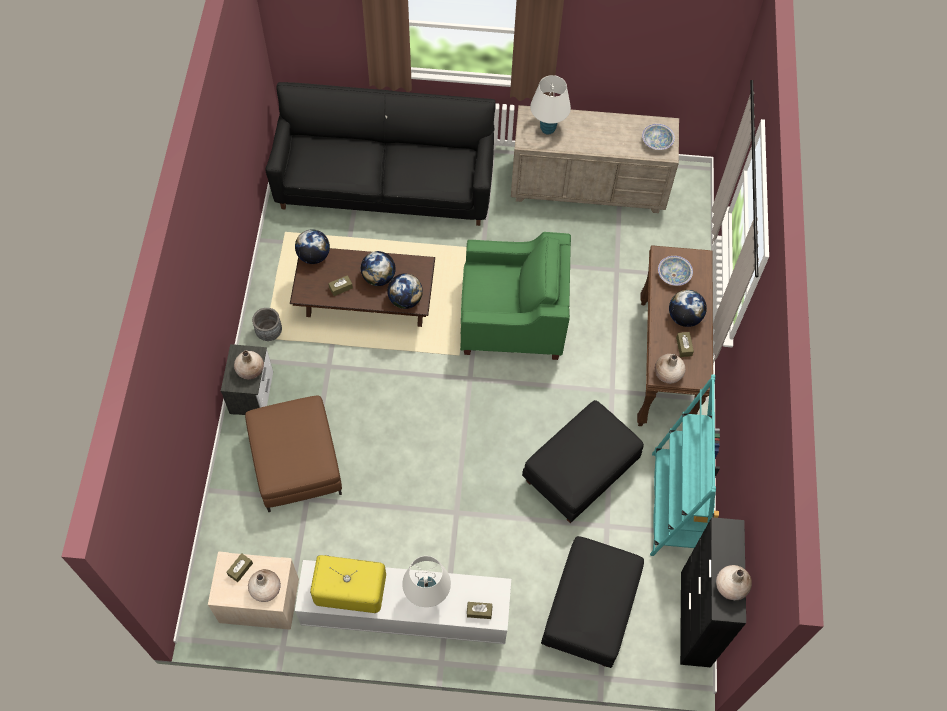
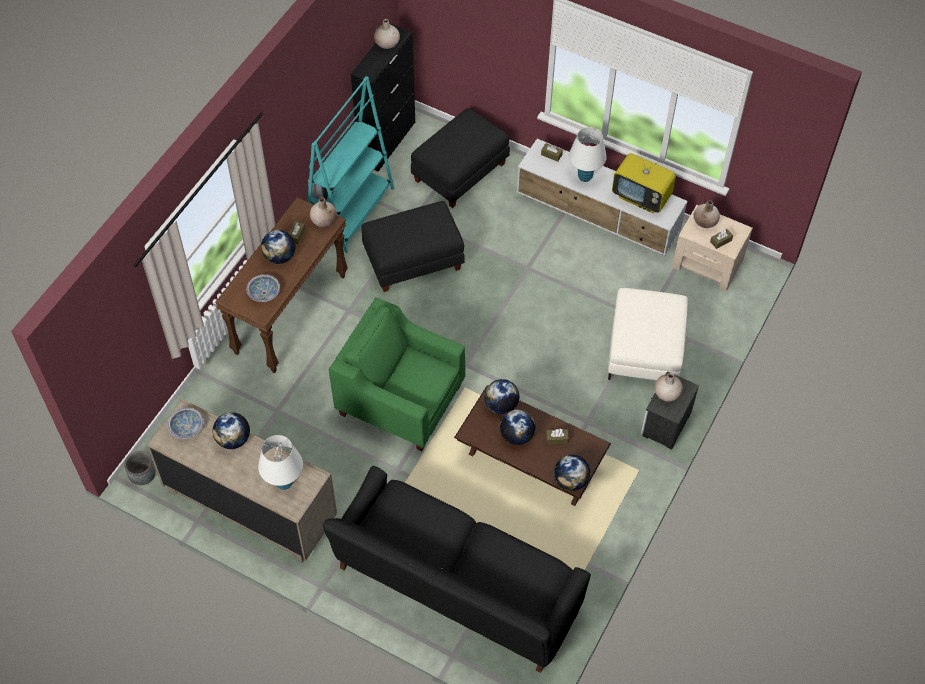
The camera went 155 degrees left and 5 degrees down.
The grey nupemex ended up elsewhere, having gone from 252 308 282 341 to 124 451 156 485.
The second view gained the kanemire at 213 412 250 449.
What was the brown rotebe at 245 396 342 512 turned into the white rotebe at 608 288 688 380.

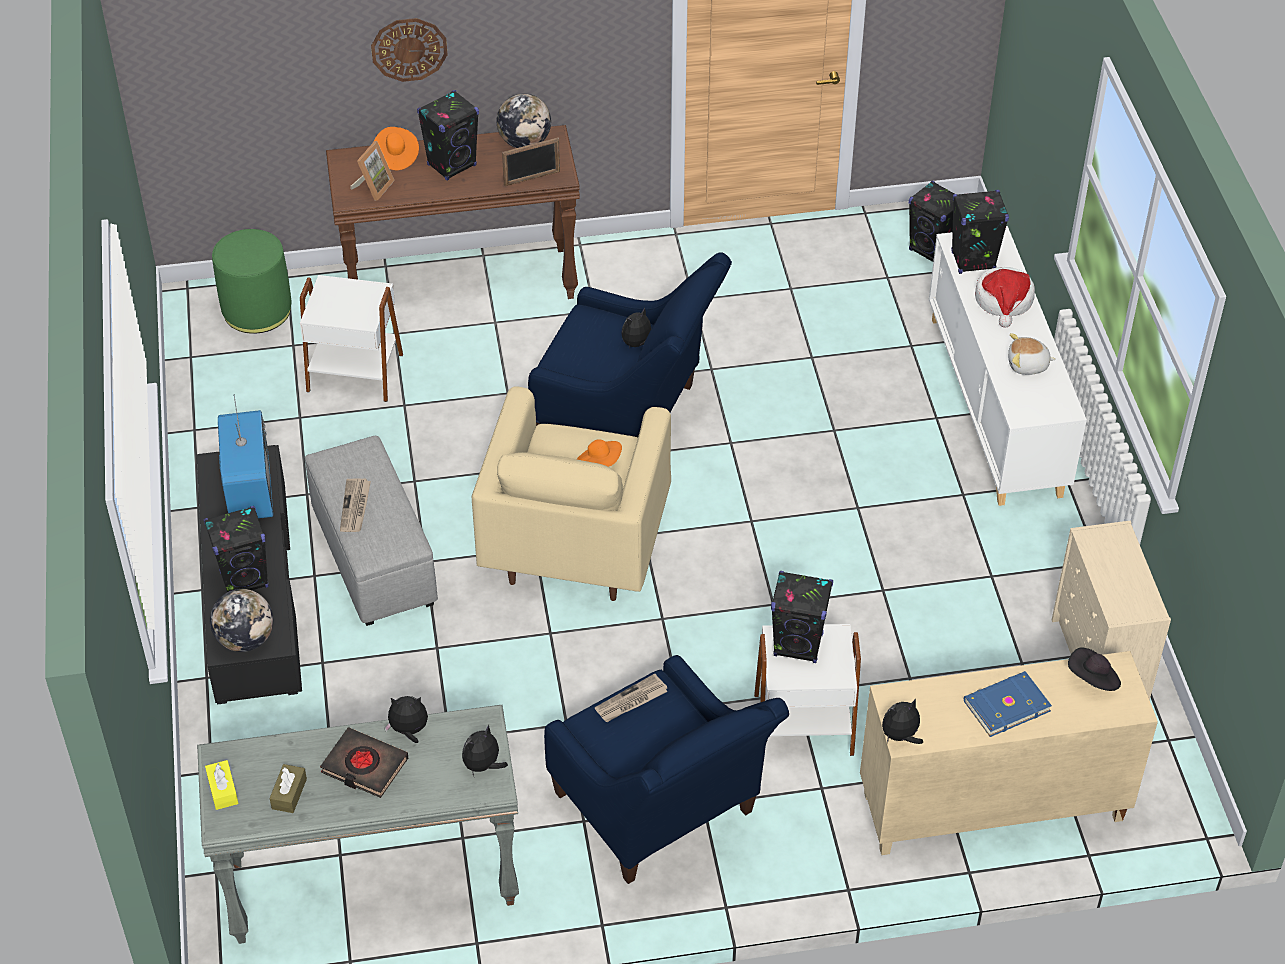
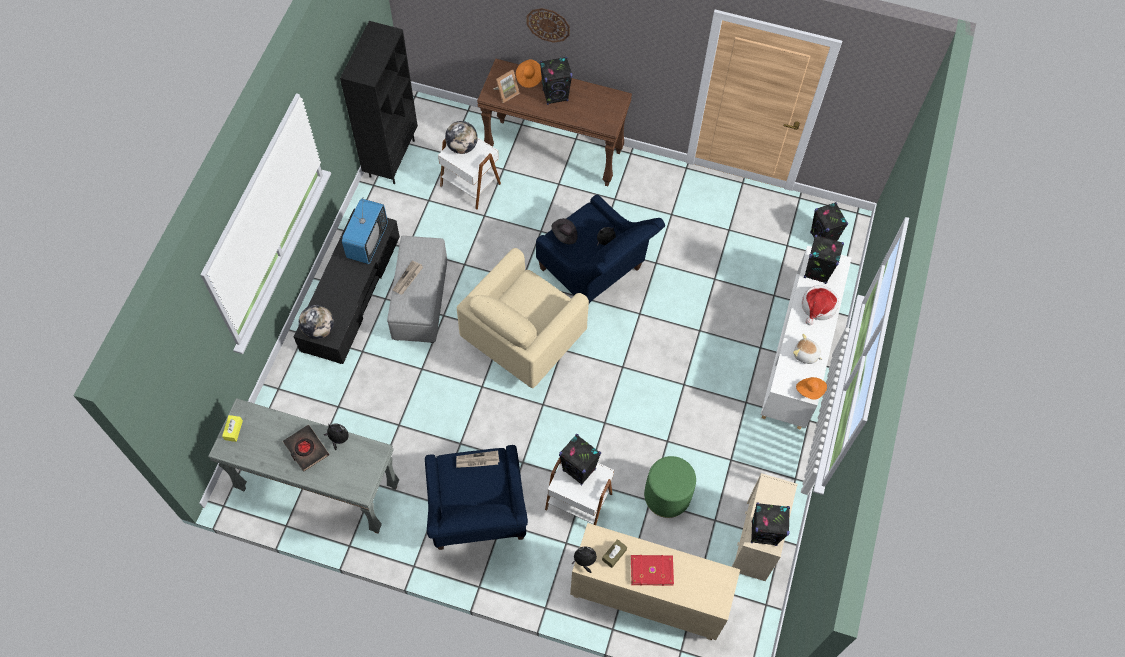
The camera went 25 degrees right and 15 degrees up.
The second view gained the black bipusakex at 340 21 418 184.
The kanemire ended up elsewhere, having gone from 497 93 551 148 to 445 121 478 154.
The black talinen ended up elsewhere, having gone from 1068 648 1121 691 to 552 218 578 244.
The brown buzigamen ended up elsewhere, having gone from 269 764 307 813 to 602 539 627 568.
What was the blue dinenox at 964 671 1052 737 turned into the red dinenox at 631 555 674 586.
The green rotebe ended up elsewhere, having gone from 212 229 291 334 to 644 456 696 518.
The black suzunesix ended up elsewhere, having gone from 204 506 269 592 to 751 502 790 546.
The orange talinen ended up elsewhere, having gone from 577 439 622 467 to 796 377 827 400.
The second view lost the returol at 462 724 508 776.
The second view lost the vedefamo at 502 138 560 186.

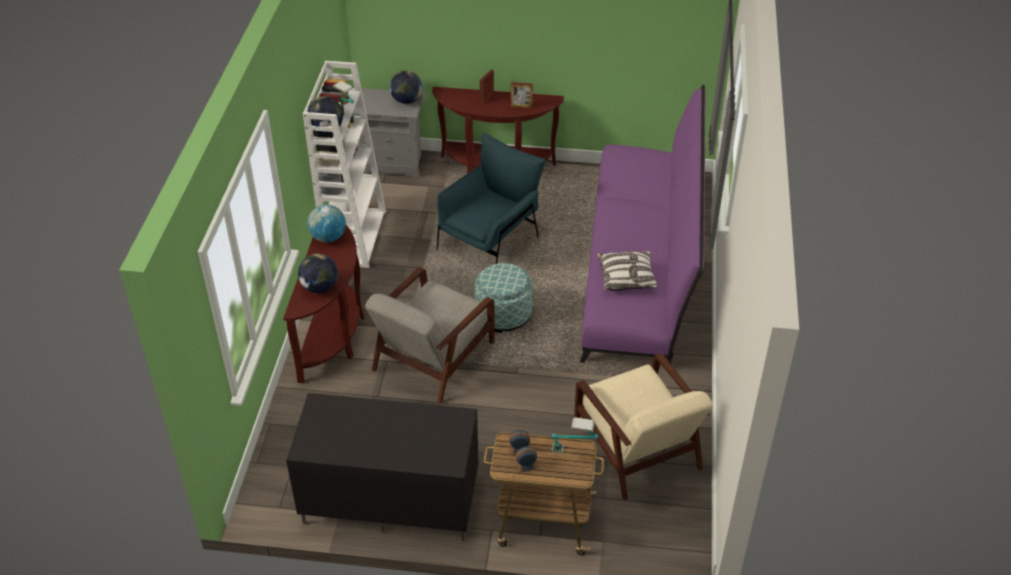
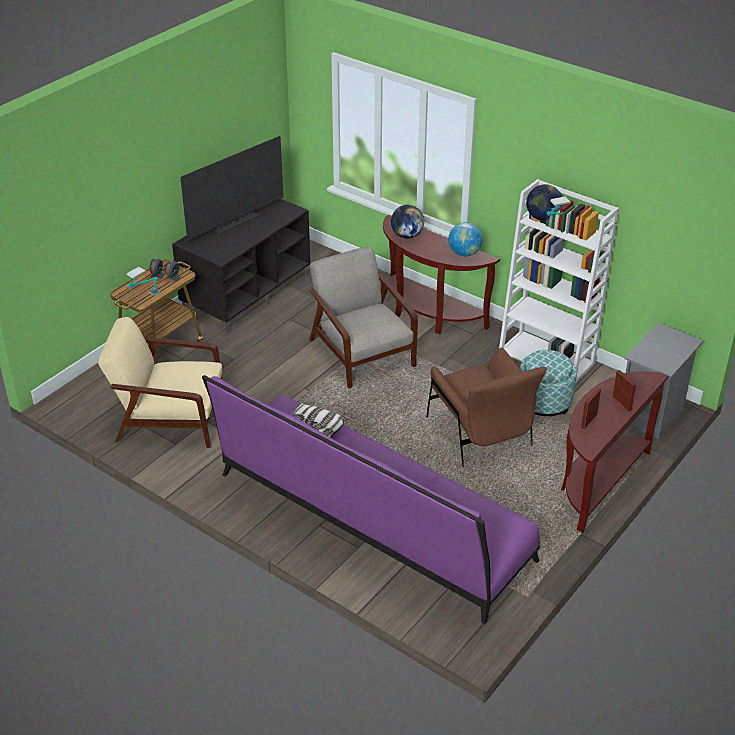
The camera went 120 degrees right and 5 degrees down.
The second view gained the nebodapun at 180 136 283 240.
What was the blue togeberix at 437 133 546 264 turned into the brown togeberix at 426 348 547 467.
The rotebe ended up elsewhere, having gone from 475 263 533 333 to 520 350 577 416.
The second view lost the kanemire at 390 71 423 104.

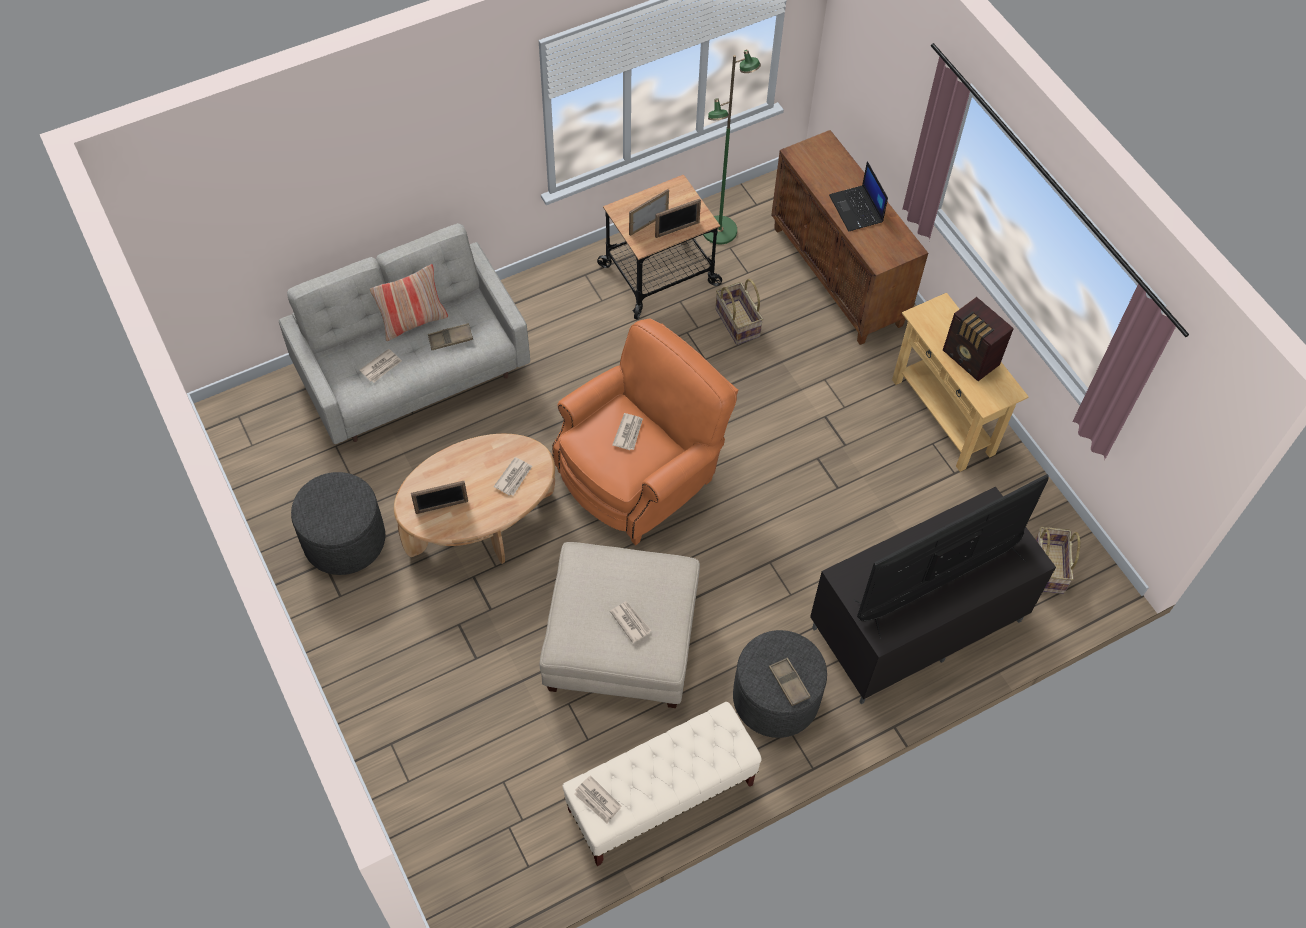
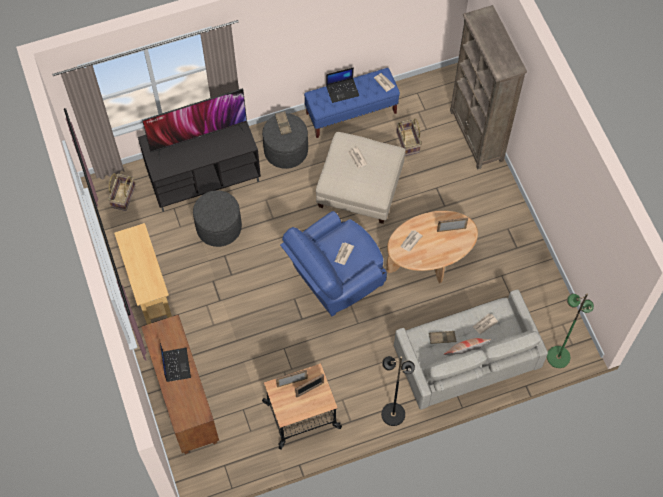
The camera went 170 degrees left and 5 degrees up.
The grey rotebe ended up elsewhere, having gone from 291 472 385 575 to 193 190 242 247.
What was the orange togeberix at 552 319 738 545 turned into the blue togeberix at 280 211 387 317.
What was the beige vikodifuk at 562 702 761 866 turned into the blue vikodifuk at 304 68 400 138.
The second view gained the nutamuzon at 326 67 359 103.
The second view gained the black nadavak at 381 356 415 426.
The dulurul ended up elsewhere, having gone from 715 279 763 345 to 396 118 421 156.
The second view gained the brown bipusakex at 450 5 527 170.
The green nadavak ended up elsewhere, having gone from 703 49 761 244 to 547 293 594 368.
The second view lost the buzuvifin at 943 297 1014 381.

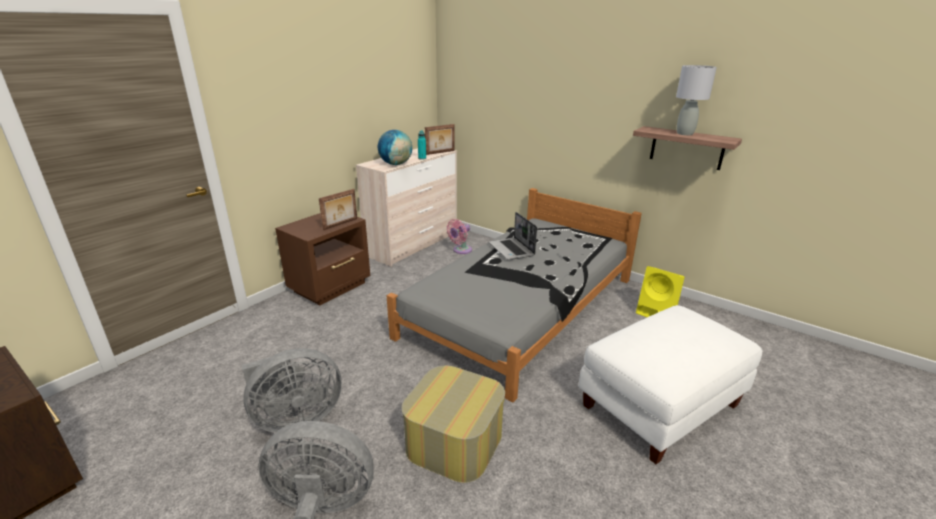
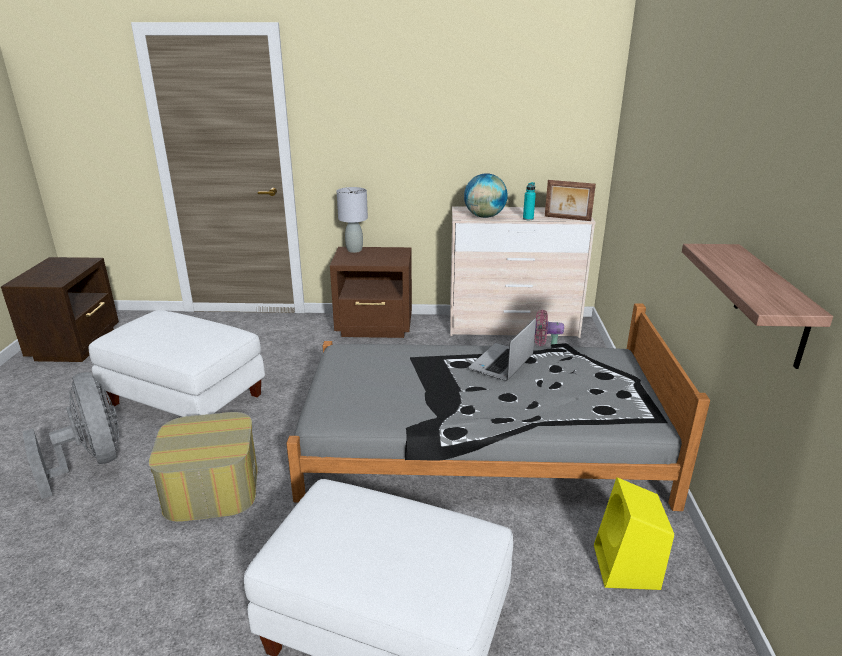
The camera went 55 degrees right and 0 degrees up.
Where the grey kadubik stood at 242 348 342 433, the white rotebe came to stand at 89 310 265 417.
The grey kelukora ended up elsewhere, having gone from 676 65 717 135 to 337 187 368 253.
The second view lost the vedefamo at 319 189 357 230.

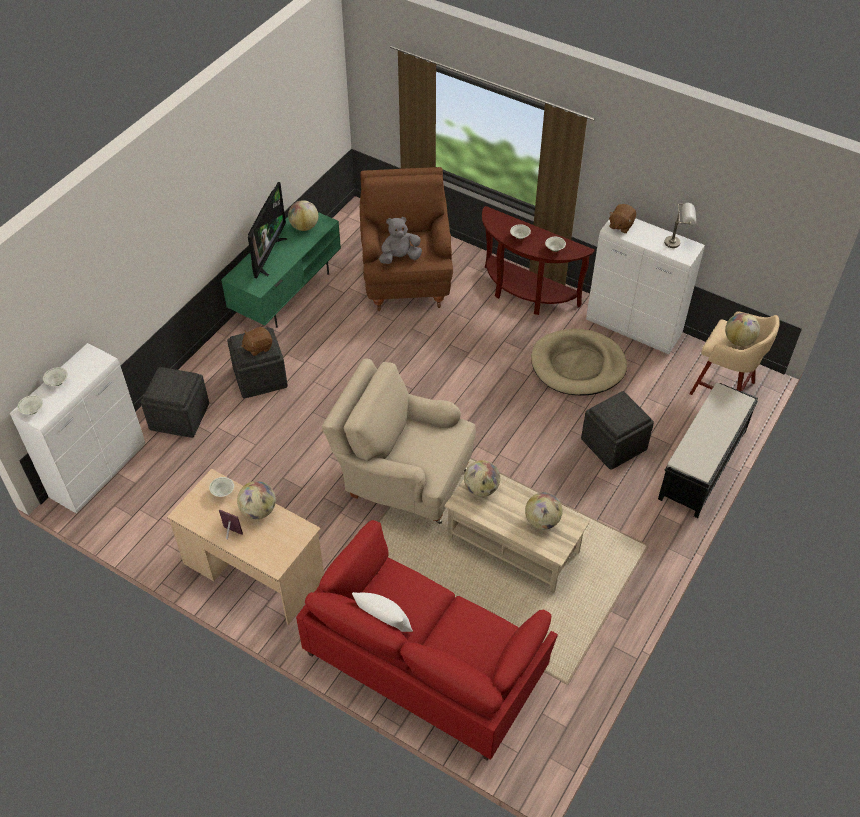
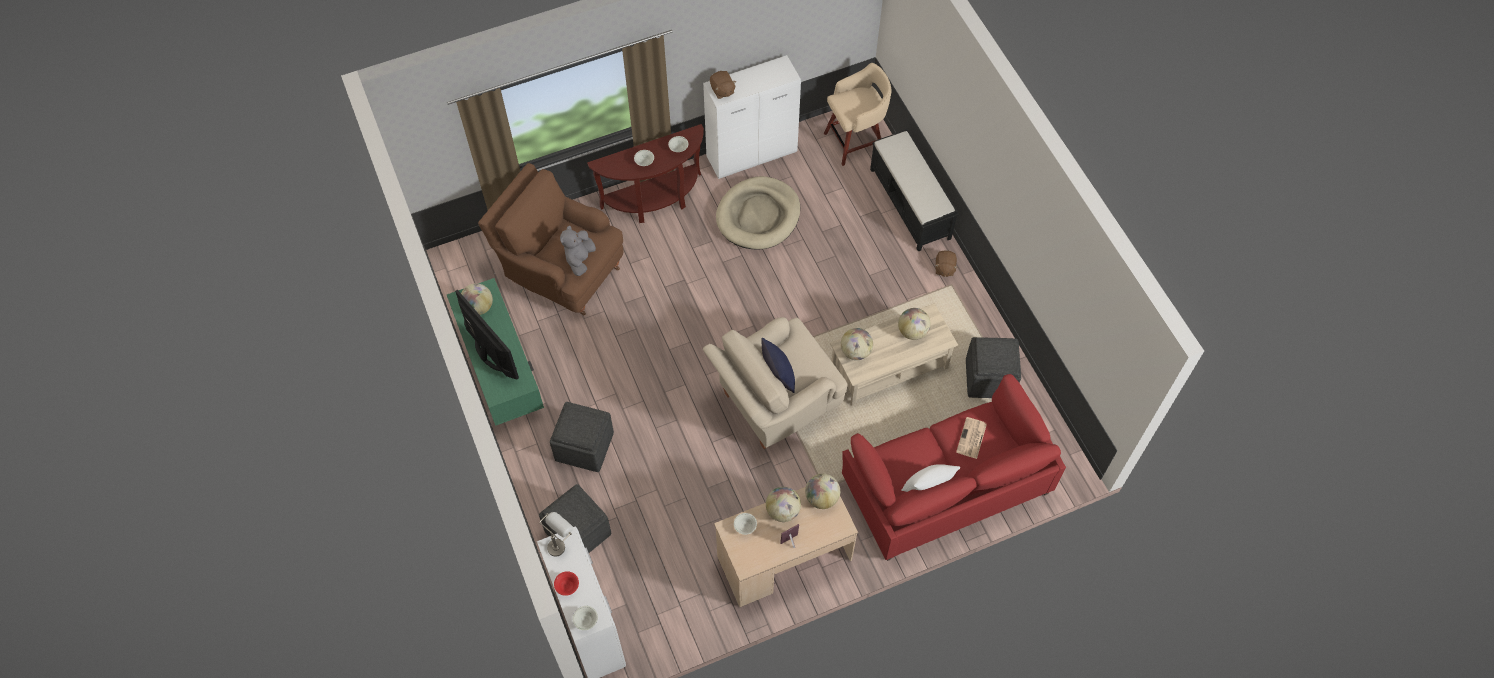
The camera went 55 degrees left and 10 degrees up.
The grey kelukora ended up elsewhere, having gone from 664 203 696 248 to 540 512 573 557.
What was the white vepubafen at 43 367 68 386 turned into the red vepubafen at 554 571 579 596.
The second view gained the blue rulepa at 761 338 795 393.
The kanemire ended up elsewhere, having gone from 725 313 760 346 to 805 474 840 509.
The brown returol ended up elsewhere, having gone from 241 327 272 356 to 935 250 958 277.
The second view gained the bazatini at 956 417 987 459.
The grey rotebe ended up elsewhere, having gone from 581 391 654 470 to 966 337 1021 398.

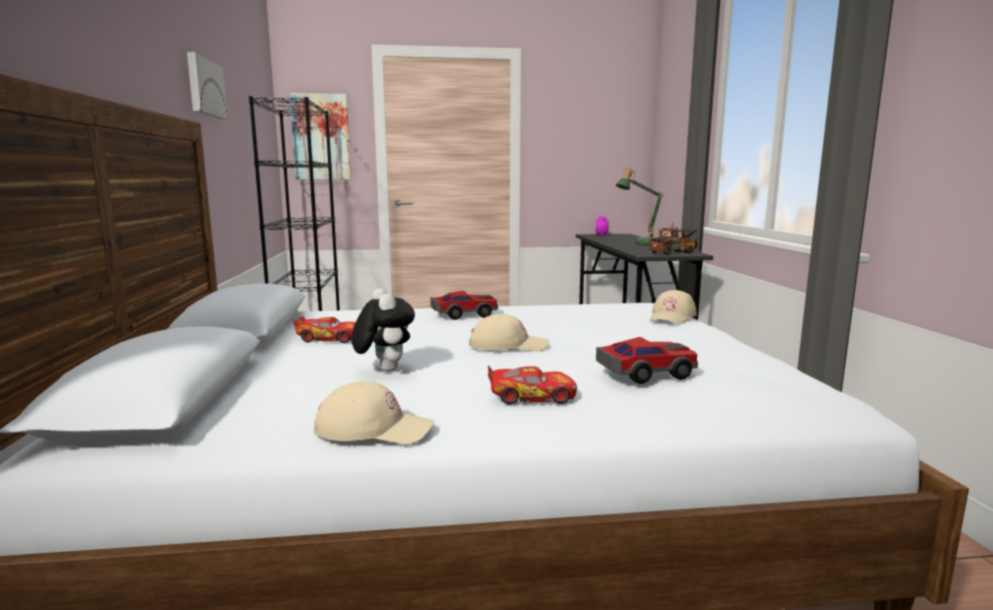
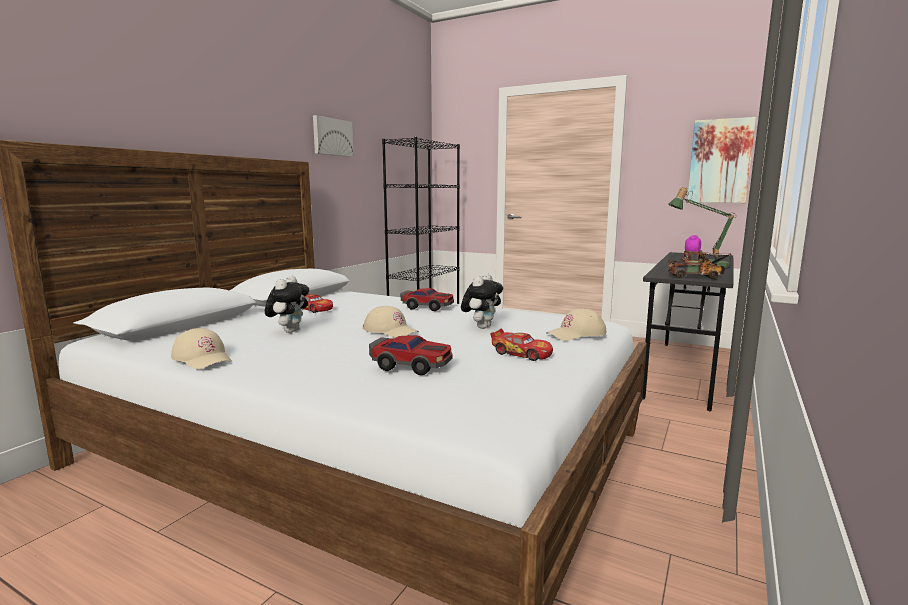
The camera went 35 degrees right and 0 degrees up.
The second view gained the returol at 461 274 503 329.
The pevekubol ended up elsewhere, having gone from 488 365 577 405 to 490 329 553 361.
The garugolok ended up elsewhere, having gone from 289 93 351 180 to 687 117 756 203.

